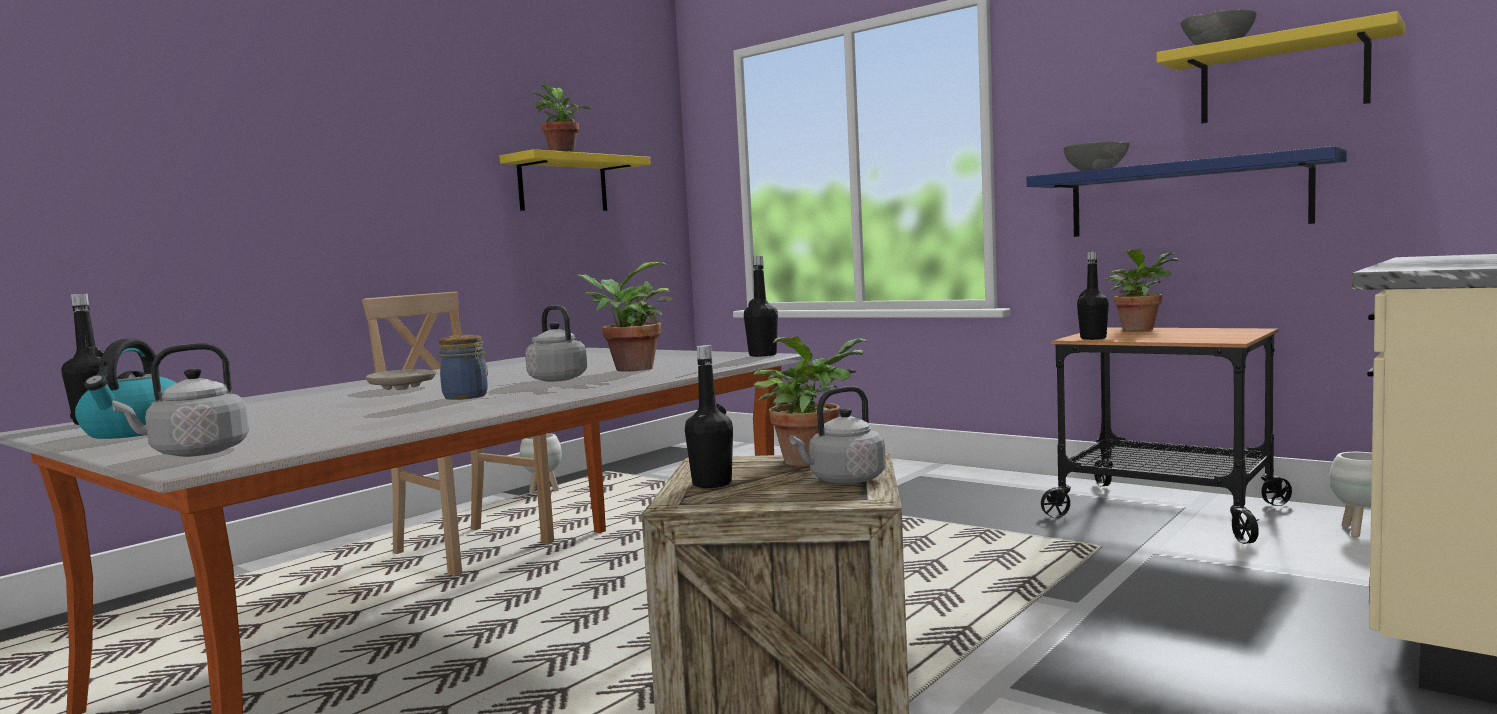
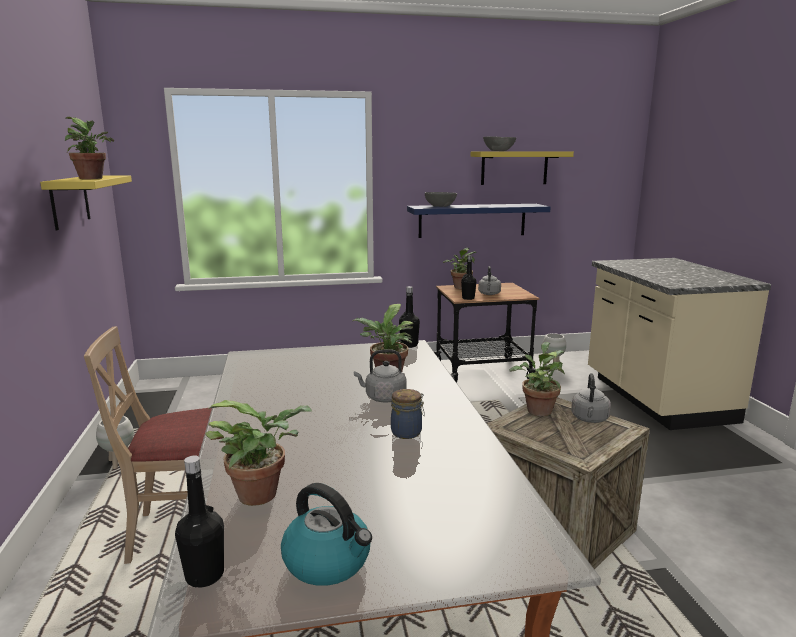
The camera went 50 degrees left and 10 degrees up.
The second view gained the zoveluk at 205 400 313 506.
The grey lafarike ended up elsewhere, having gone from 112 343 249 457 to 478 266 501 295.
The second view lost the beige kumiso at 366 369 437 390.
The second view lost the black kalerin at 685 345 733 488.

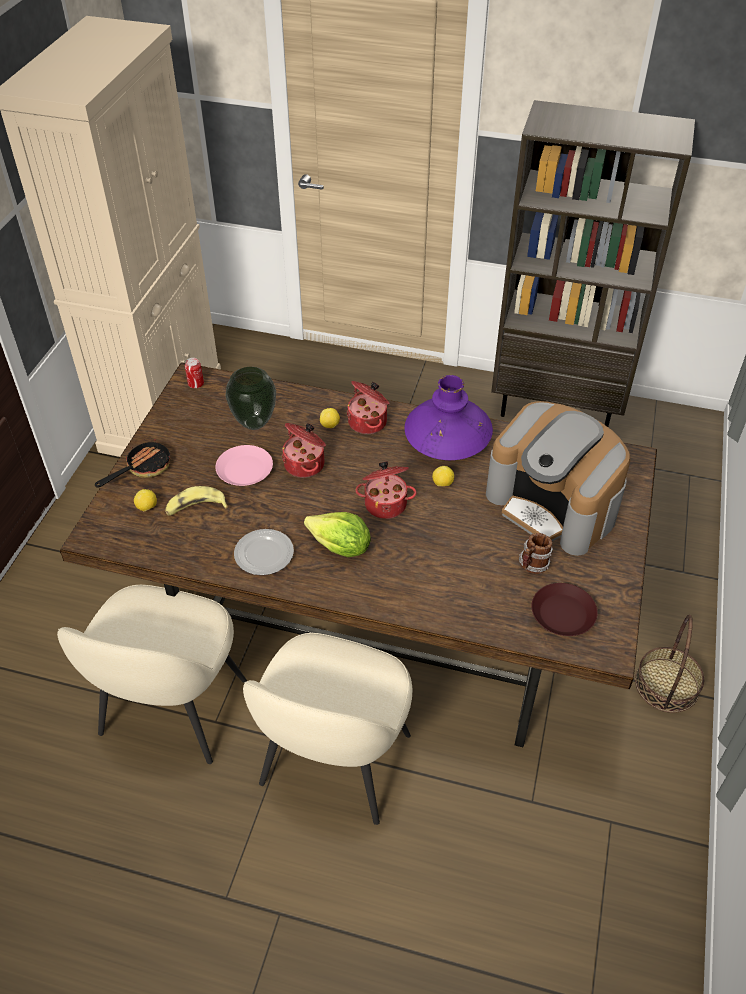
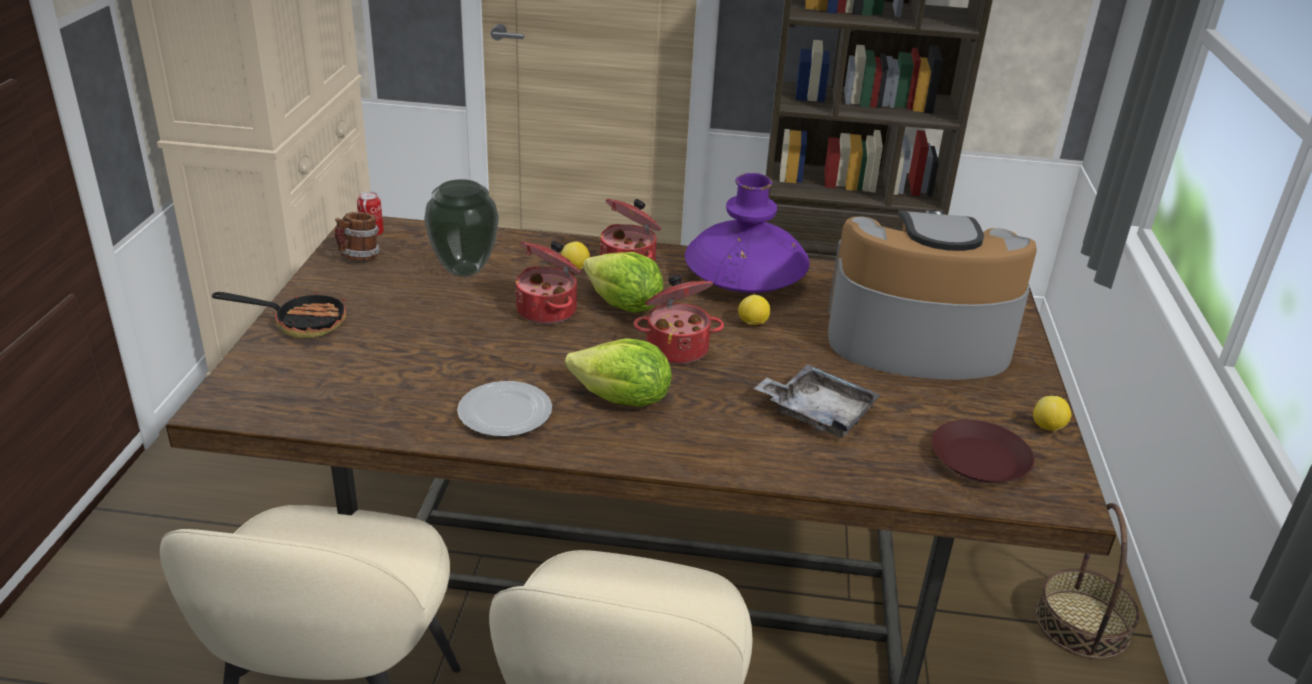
The camera went 10 degrees left and 15 degrees down.
The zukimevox at 95 439 170 487 ended up facing another way, 60 degrees clockwise from before.
The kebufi ended up elsewhere, having gone from 519 533 553 574 to 335 212 380 261.
The second view gained the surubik at 583 252 663 313.
The second view gained the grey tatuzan at 754 364 880 438.
The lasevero at 486 401 630 556 ended up facing another way, 150 degrees clockwise from before.
The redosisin ended up elsewhere, having gone from 134 489 157 511 to 1033 396 1071 431.
The second view lost the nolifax at 165 486 228 516.
The second view lost the pink kumiso at 215 445 273 486.

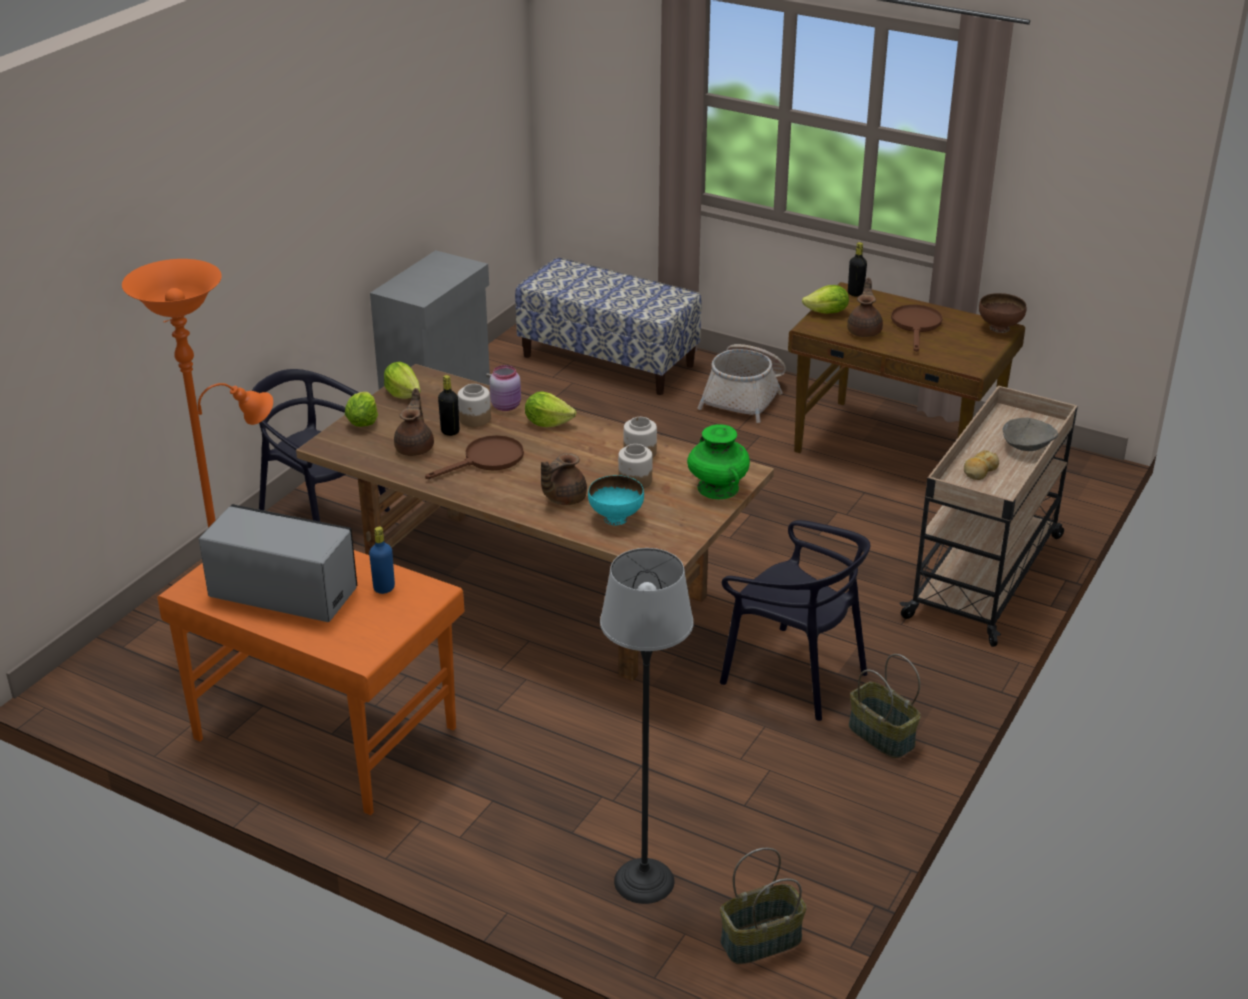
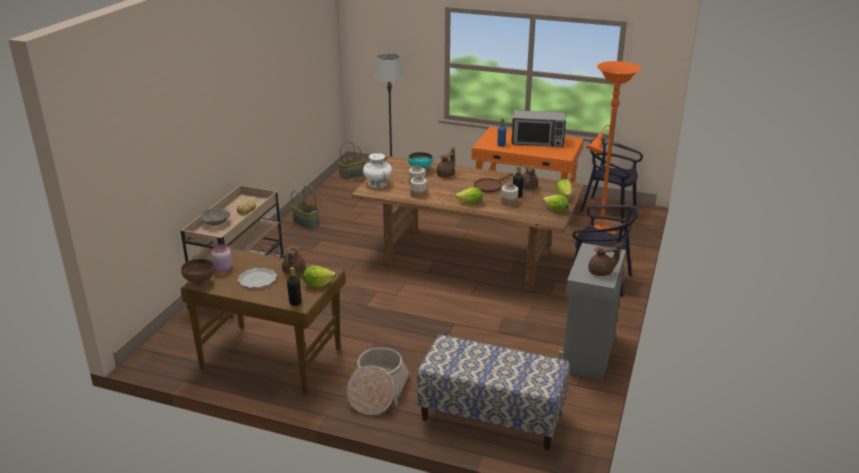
The camera went 170 degrees right and 5 degrees down.
The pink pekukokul ended up elsewhere, having gone from 490 365 521 411 to 211 244 232 272.
Where the brown zukimevox stood at 891 305 943 352, the kumiso came to stand at 237 268 277 288.
What was the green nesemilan at 687 424 750 499 turned into the white nesemilan at 363 153 392 188.
The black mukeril ended up elsewhere, having gone from 720 520 870 721 to 580 139 643 224.
The second view gained the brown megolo at 588 242 621 276.

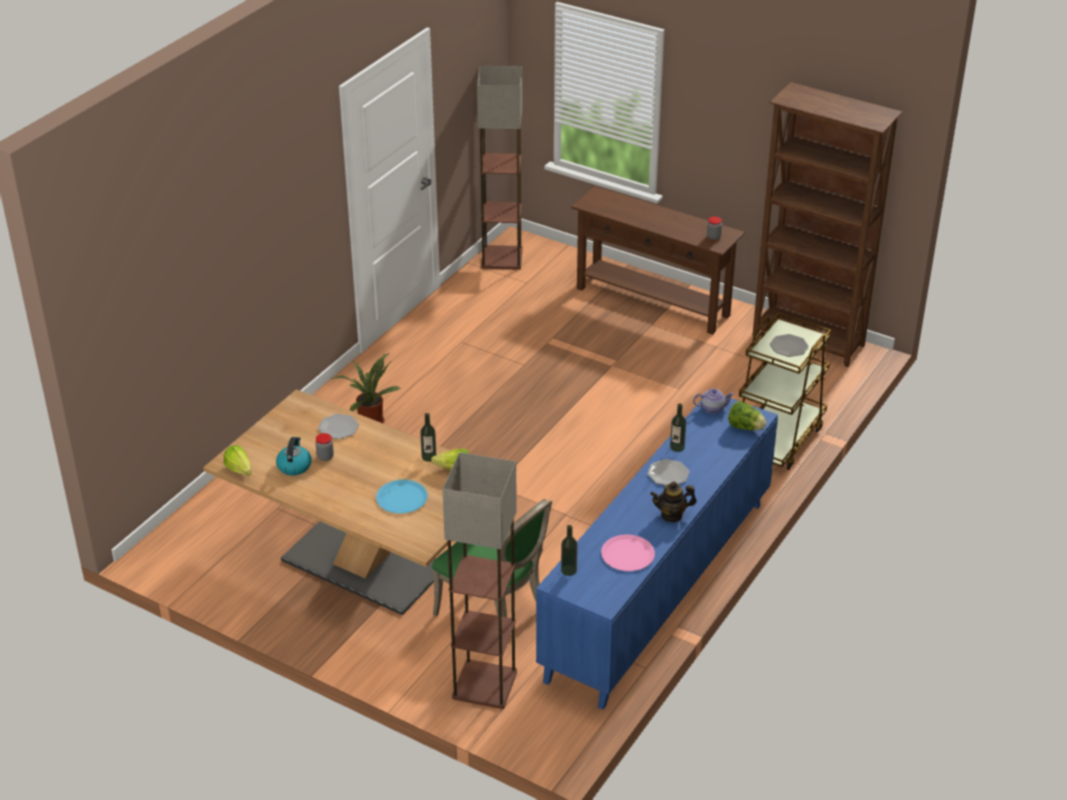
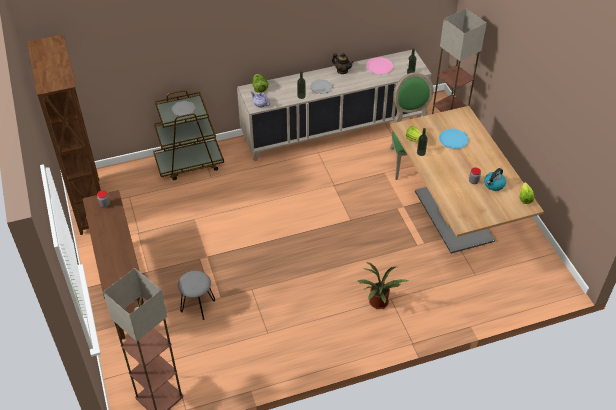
The camera went 140 degrees left and 10 degrees up.
The second view gained the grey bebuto at 178 271 215 320.
What was the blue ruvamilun at 536 396 778 710 turned into the beige ruvamilun at 237 50 431 161.
The second view lost the kumiso at 318 414 359 439.

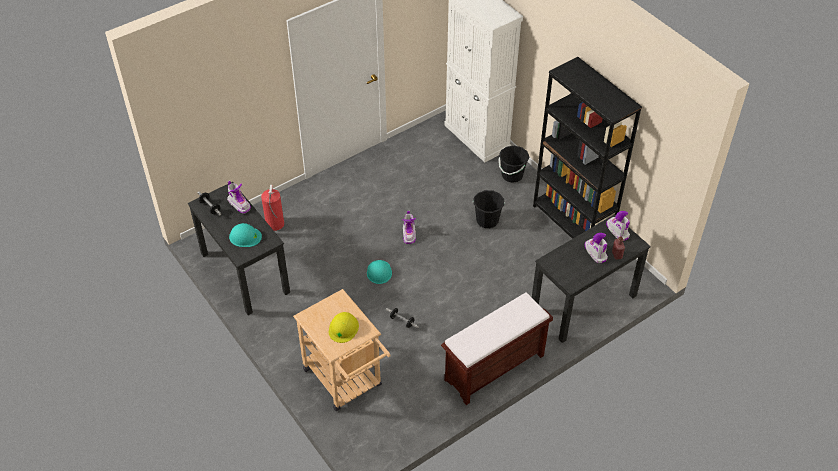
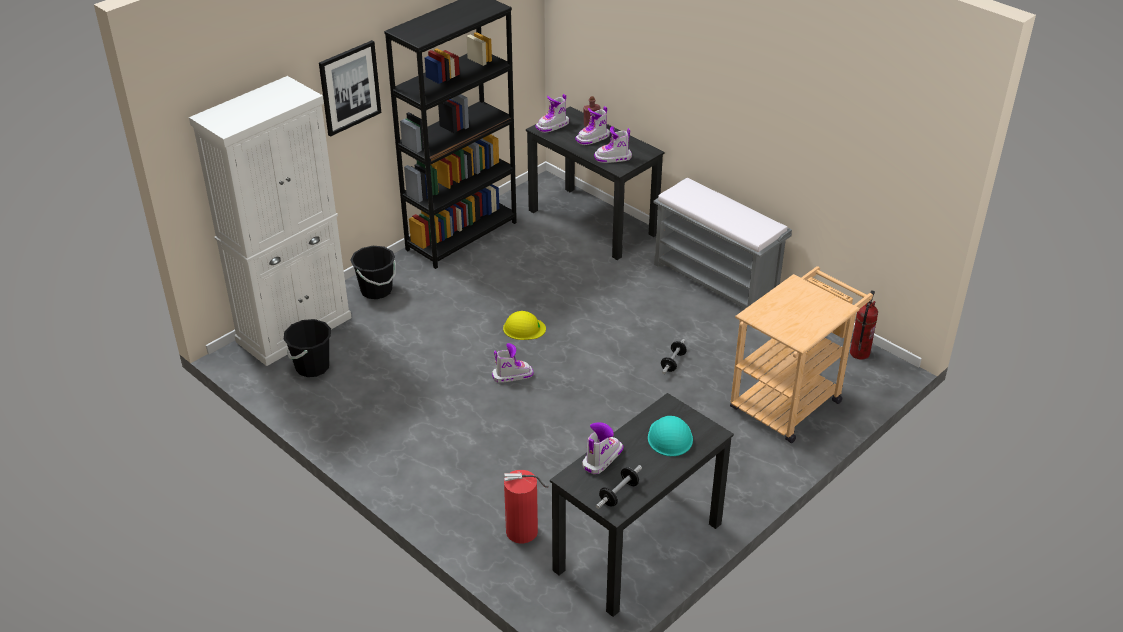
The camera went 100 degrees left and 10 degrees down.
The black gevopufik ended up elsewhere, having gone from 473 190 505 228 to 284 319 331 377.
The second view gained the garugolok at 319 40 381 136.
The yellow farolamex ended up elsewhere, having gone from 329 312 359 343 to 503 311 546 340.
The second view gained the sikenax at 594 126 632 163.
What was the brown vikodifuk at 441 292 553 405 turned into the grey vikodifuk at 654 178 792 310.
The second view gained the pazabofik at 850 290 878 360.
The second view lost the turquoise farolamex at 367 260 392 284.

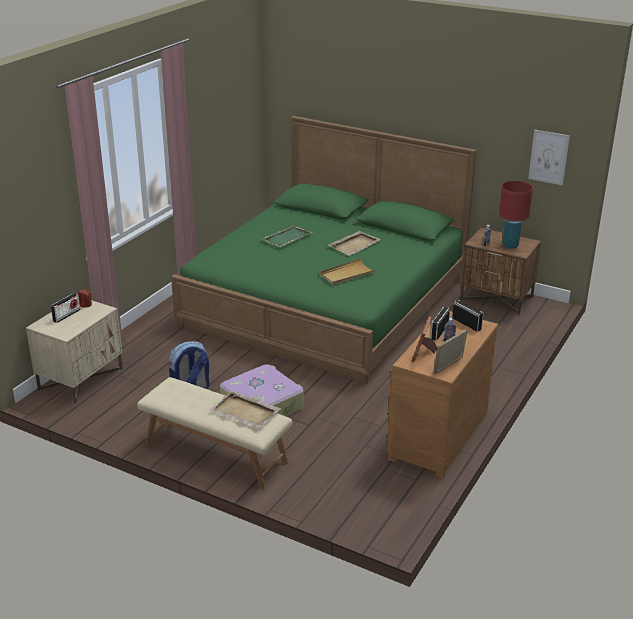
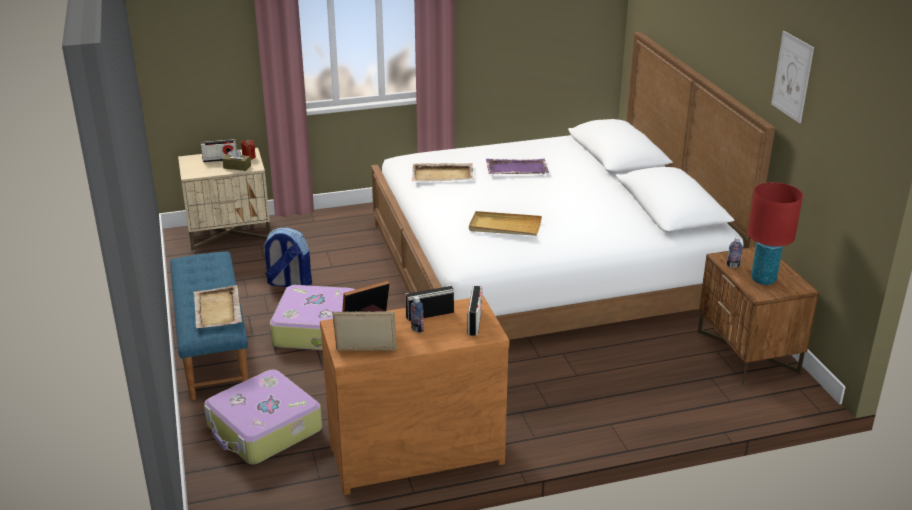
The camera went 45 degrees right and 0 degrees up.
What was the beige vikodifuk at 137 377 292 489 turned into the blue vikodifuk at 170 251 248 400.
The second view gained the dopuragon at 204 370 322 465.
The second view gained the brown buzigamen at 222 148 251 171.
What was the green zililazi at 171 116 477 385 turned into the white zililazi at 371 32 775 340.
The beige tatuzan ended up elsewhere, having gone from 328 231 381 256 to 412 163 474 182.
What was the green tatuzan at 261 225 313 247 turned into the purple tatuzan at 486 159 549 174.
The garugolok ended up elsewhere, having gone from 528 130 570 185 to 771 31 814 123.

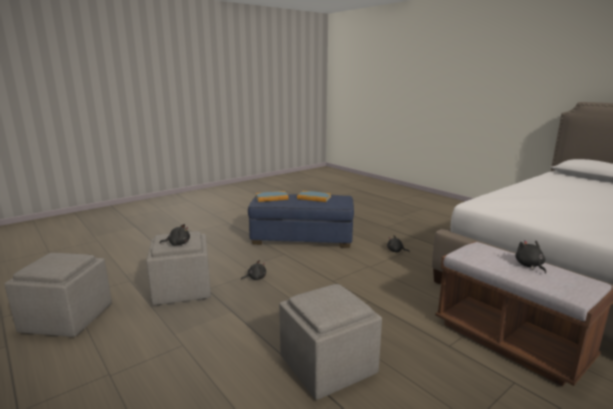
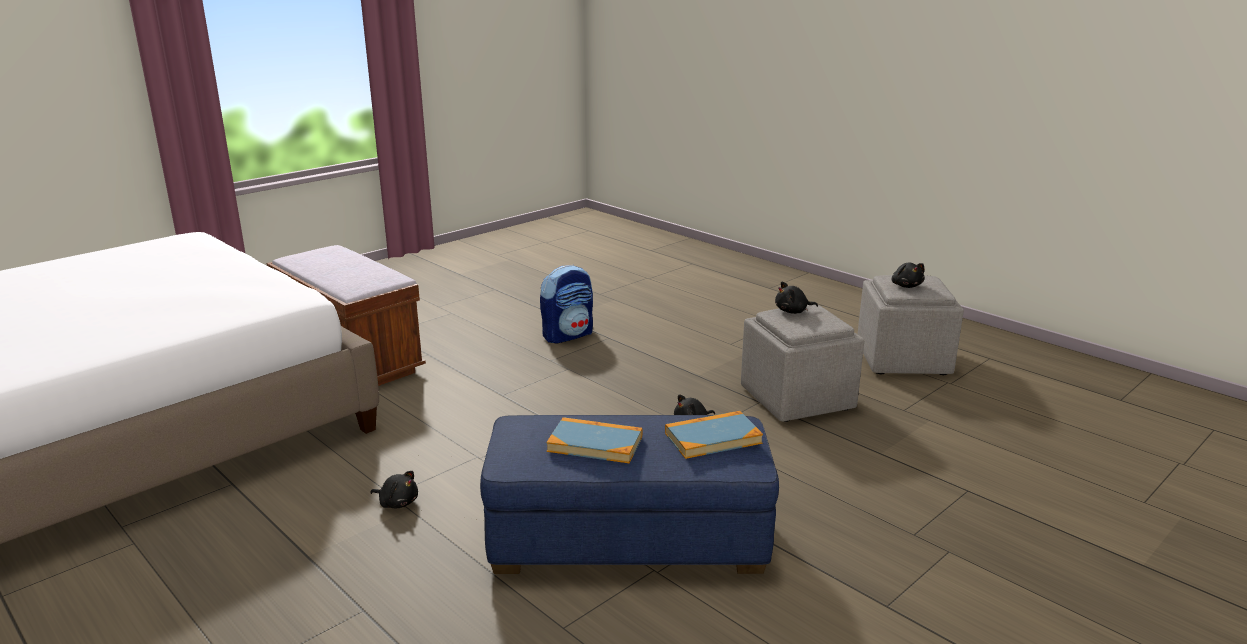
The camera went 175 degrees right and 5 degrees up.
Where the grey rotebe stood at 279 284 382 400, the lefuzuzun came to stand at 540 265 593 343.
The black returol ended up elsewhere, having gone from 515 240 546 274 to 892 263 925 288.

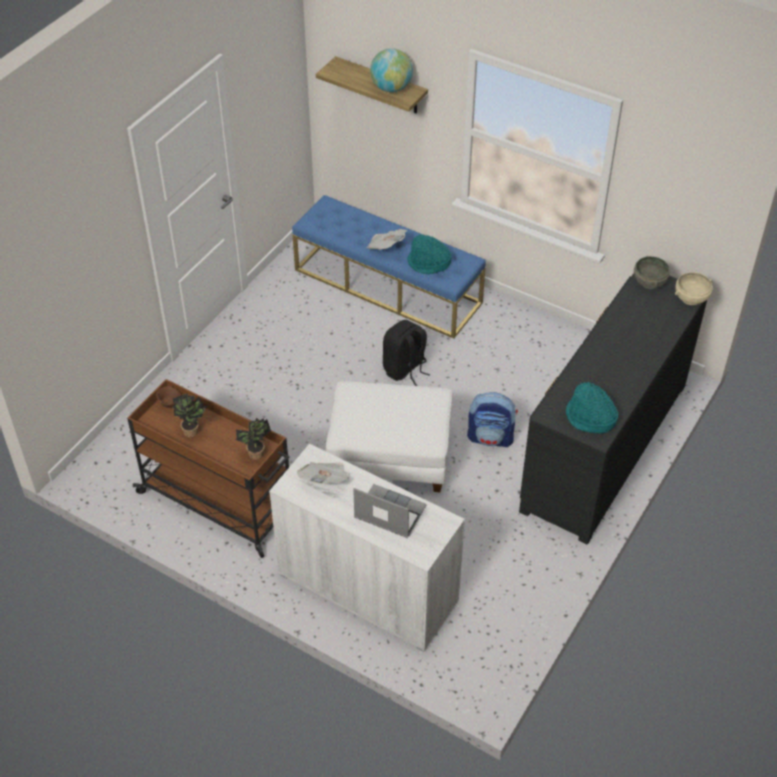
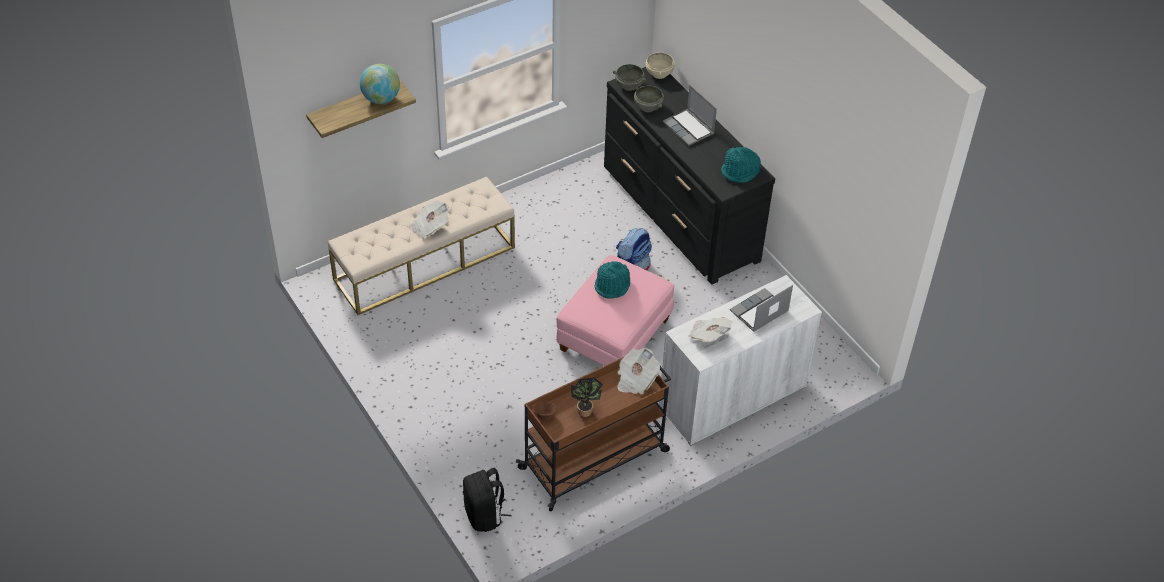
The camera went 65 degrees left and 0 degrees up.
What was the blue vikodifuk at 292 195 486 339 turned into the beige vikodifuk at 328 177 515 315.
The black lefuzuzun ended up elsewhere, having gone from 383 320 430 386 to 463 468 512 532.
What was the white rotebe at 326 381 453 492 turned into the pink rotebe at 557 255 674 366.
The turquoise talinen ended up elsewhere, having gone from 407 234 452 274 to 595 261 630 299.
Where the zoveluk stood at 235 418 271 460, the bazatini came to stand at 617 348 660 395.
The second view gained the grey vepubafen at 634 85 664 112.
The second view gained the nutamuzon at 663 85 717 146.

